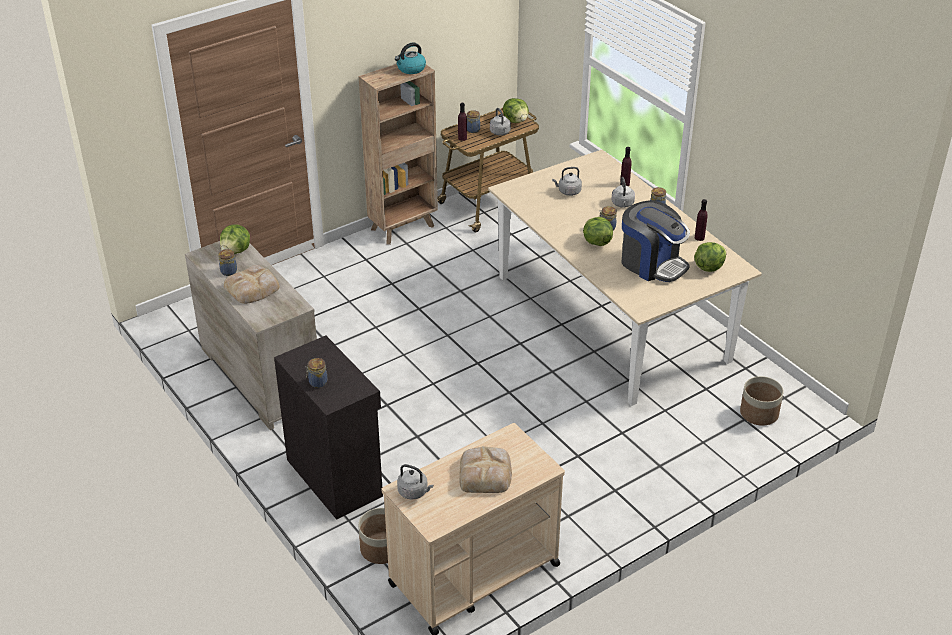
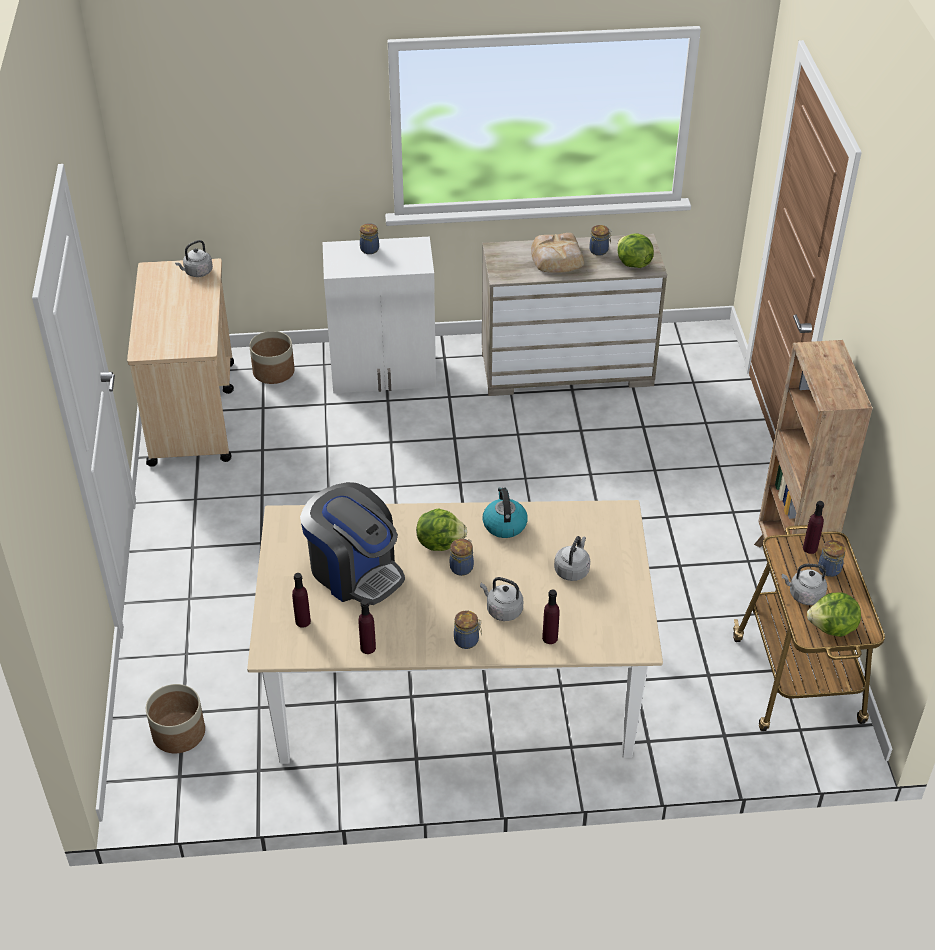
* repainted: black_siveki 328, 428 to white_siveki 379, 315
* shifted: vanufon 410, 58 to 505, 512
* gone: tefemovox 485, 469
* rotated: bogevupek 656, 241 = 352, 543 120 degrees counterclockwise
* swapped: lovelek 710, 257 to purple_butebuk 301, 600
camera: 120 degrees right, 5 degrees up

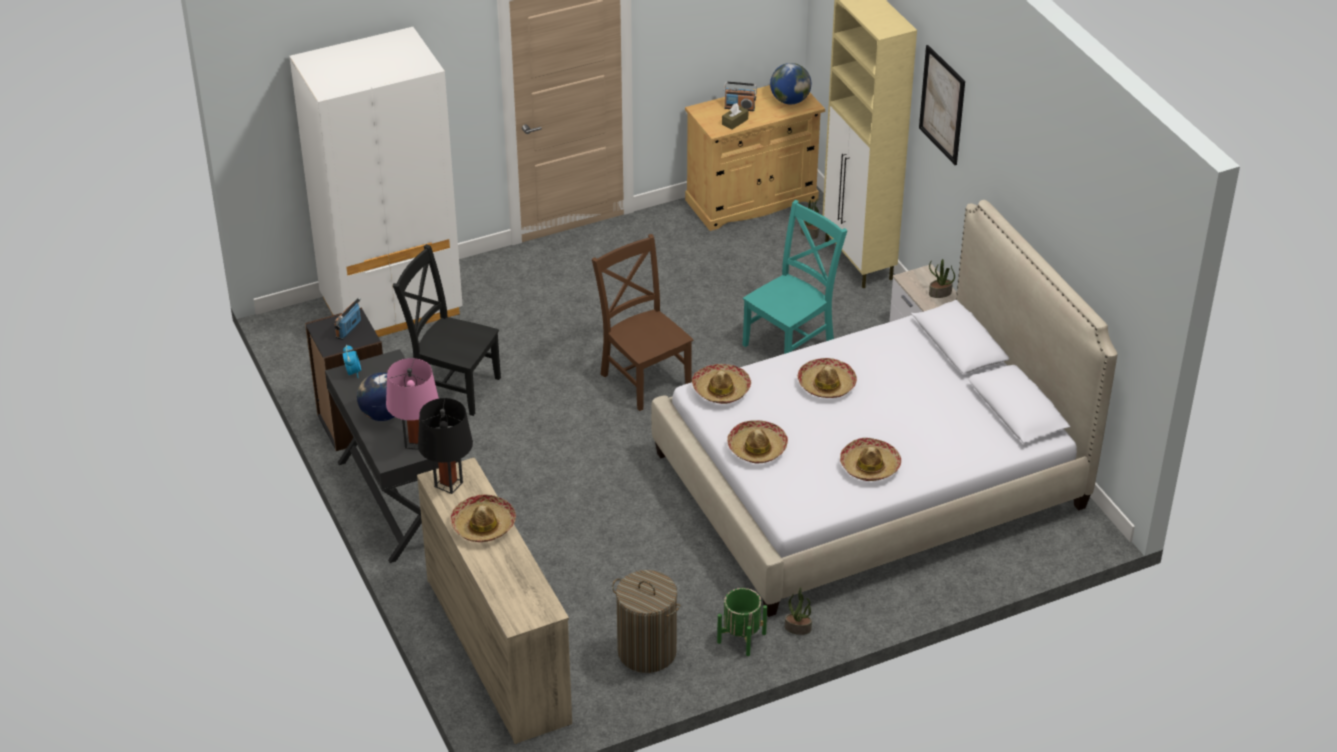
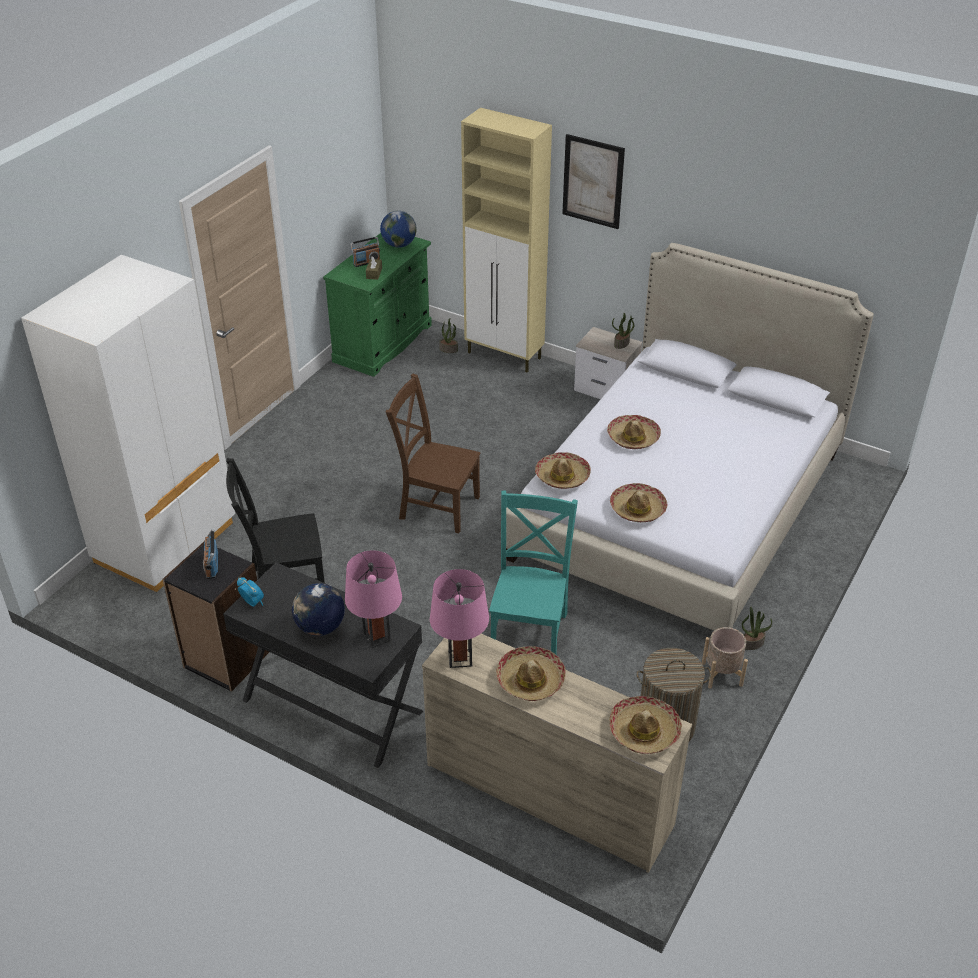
* repainted: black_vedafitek 445, 446 to pink_vedafitek 459, 618
* repainted: beige_siveki 755, 158 to green_siveki 377, 305
* repainted: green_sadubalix 742, 622 to beige_sadubalix 725, 658
* shifted: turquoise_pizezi 795, 277 to 533, 573
* shifted: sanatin 870, 459 to 645, 725
camera: 35 degrees left, 0 degrees up

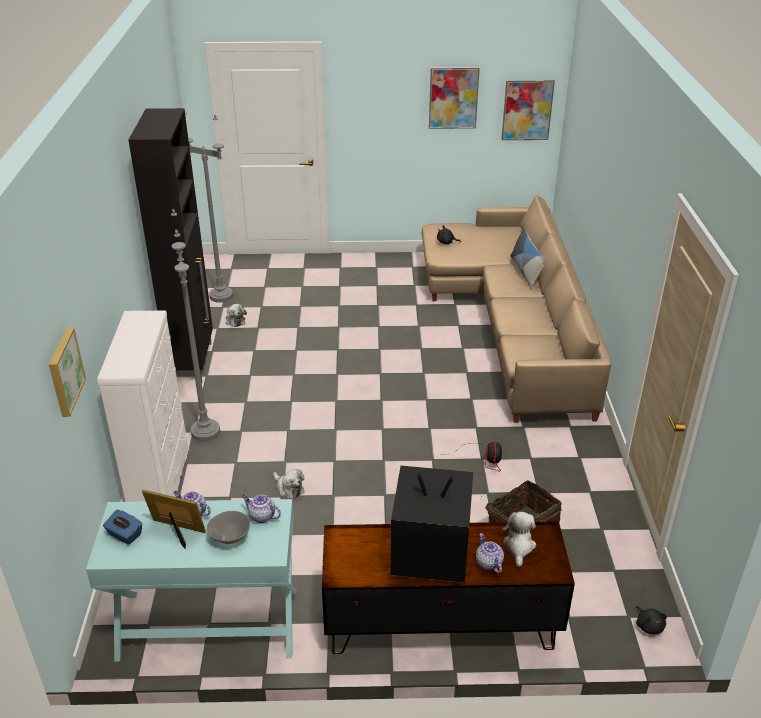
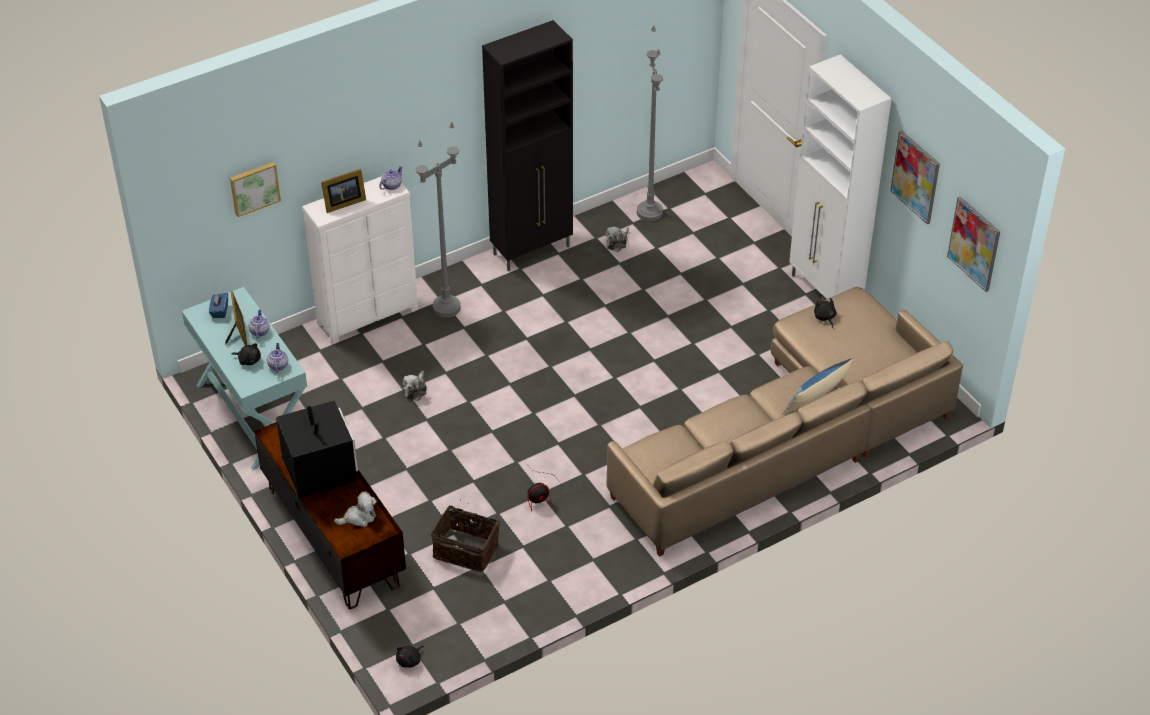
* swapped: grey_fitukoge 228, 527 to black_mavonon 246, 354
* shifted: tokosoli 490, 553 to 391, 178
* new: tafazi 343, 191
* new: white_siveki 840, 176
camera: 60 degrees right, 10 degrees up

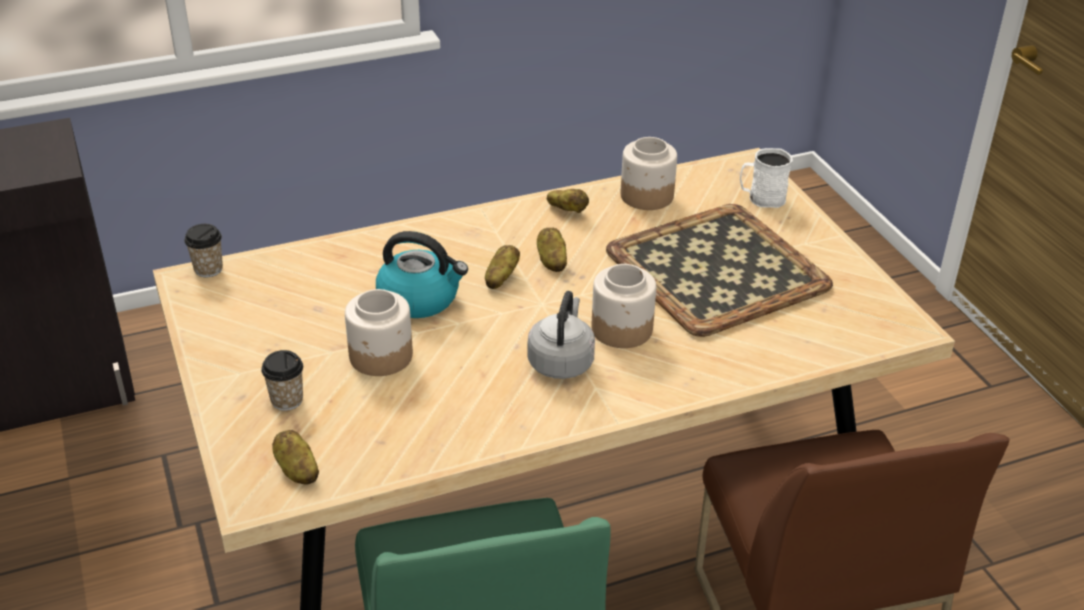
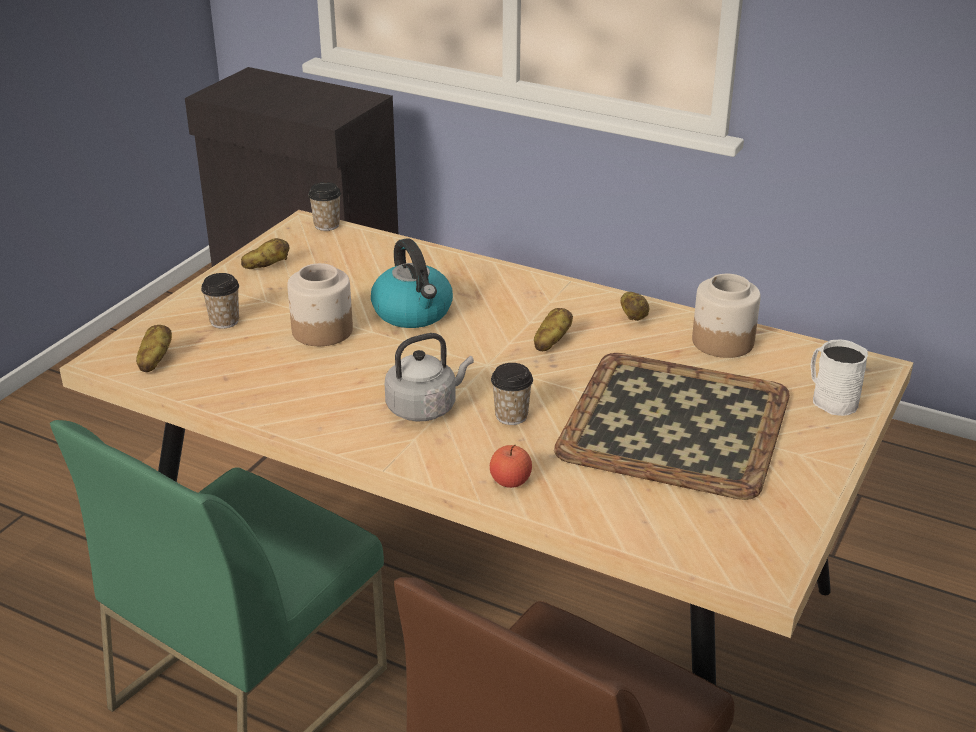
* shifted: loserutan 502, 267 to 265, 253
* swapped: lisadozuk 624, 306 to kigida 512, 394
* new: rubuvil 511, 466
camera: 50 degrees right, 5 degrees down

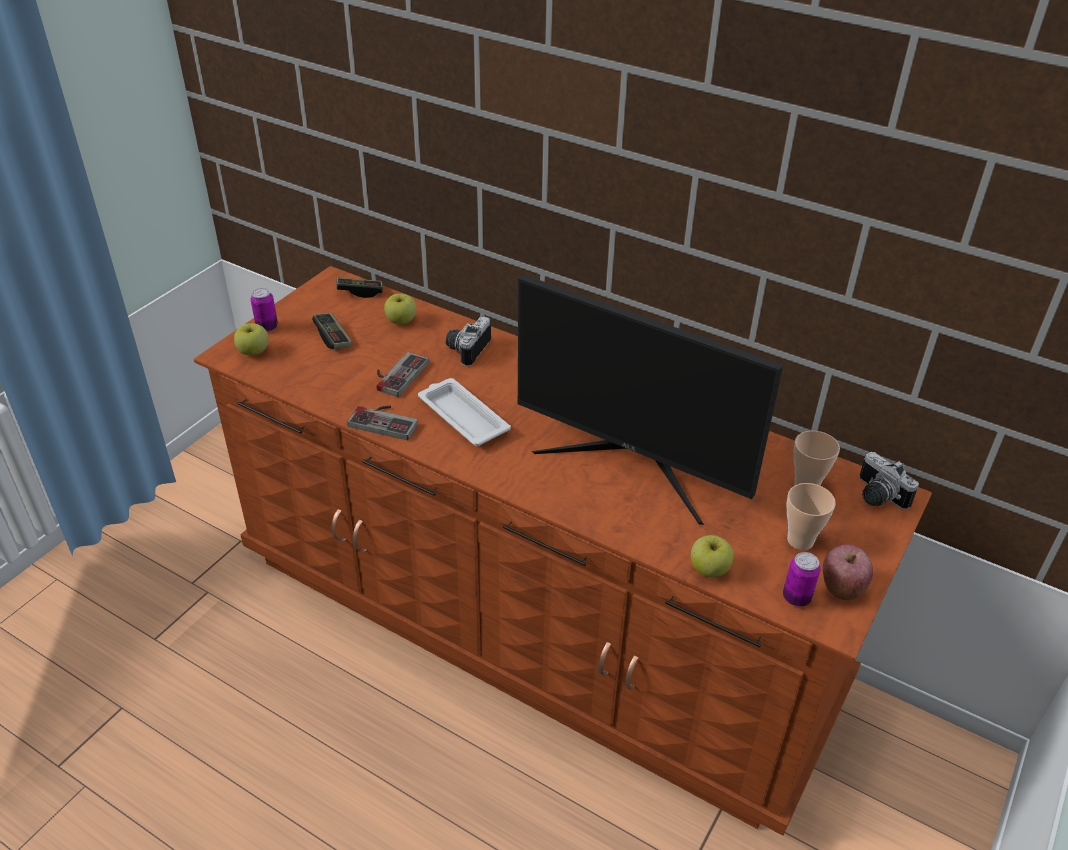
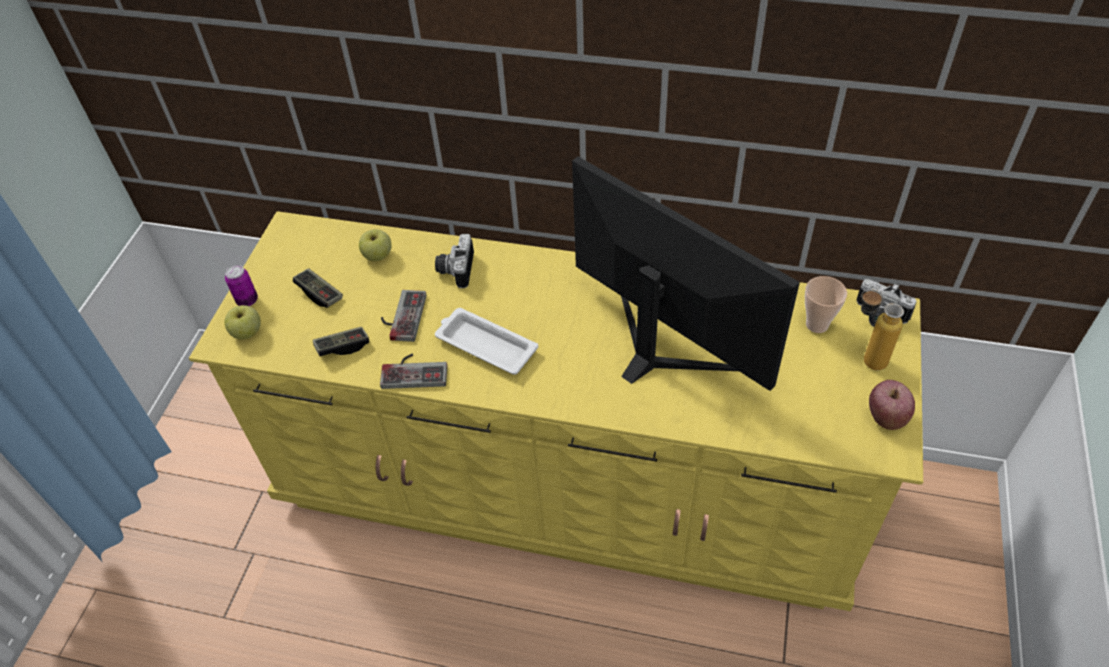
* repainted: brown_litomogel 563, 551 to yellow_litomogel 556, 411
* shifted: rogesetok 359, 287 to 341, 341
* rotated: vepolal 650, 400 = 686, 274 150 degrees counterclockwise
* gone: rubuvil 712, 556
* gone: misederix 802, 579
* gone: kigida 811, 516
* new: butebuk 882, 329
camera: 15 degrees left, 10 degrees up

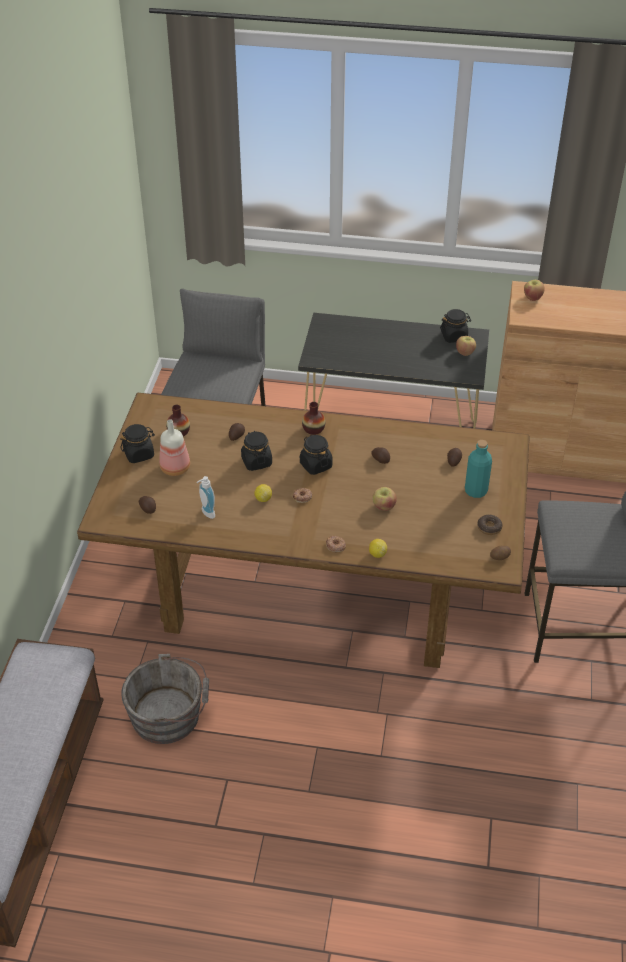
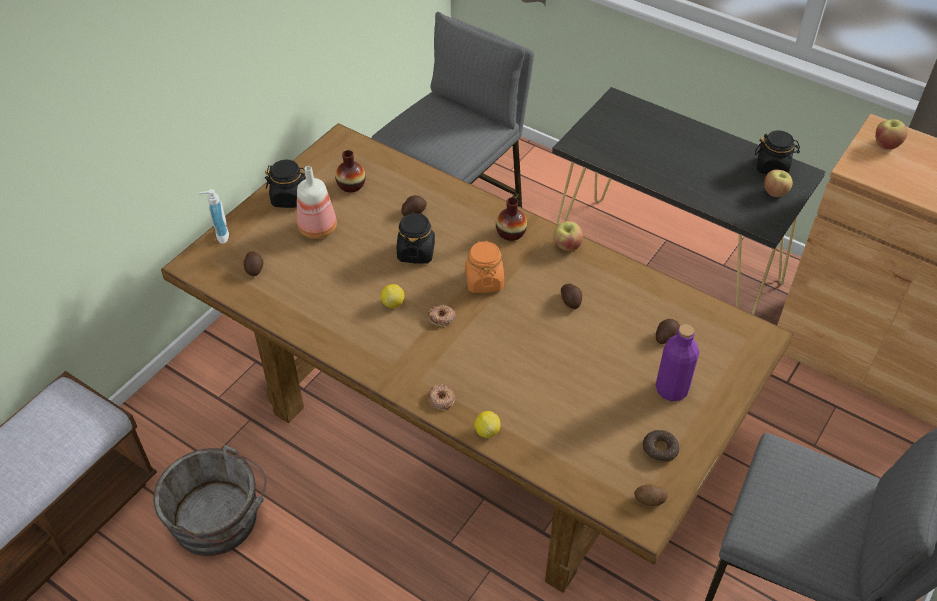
* shifted: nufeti 206, 497 to 213, 216
* repainted: black_lisadozuk 316, 455 to orange_lisadozuk 484, 266
* shifted: rubuvil 385, 499 to 568, 236
* repainted: turquoise_butebuk 478, 469 to purple_butebuk 677, 362
camera: 25 degrees right, 5 degrees up

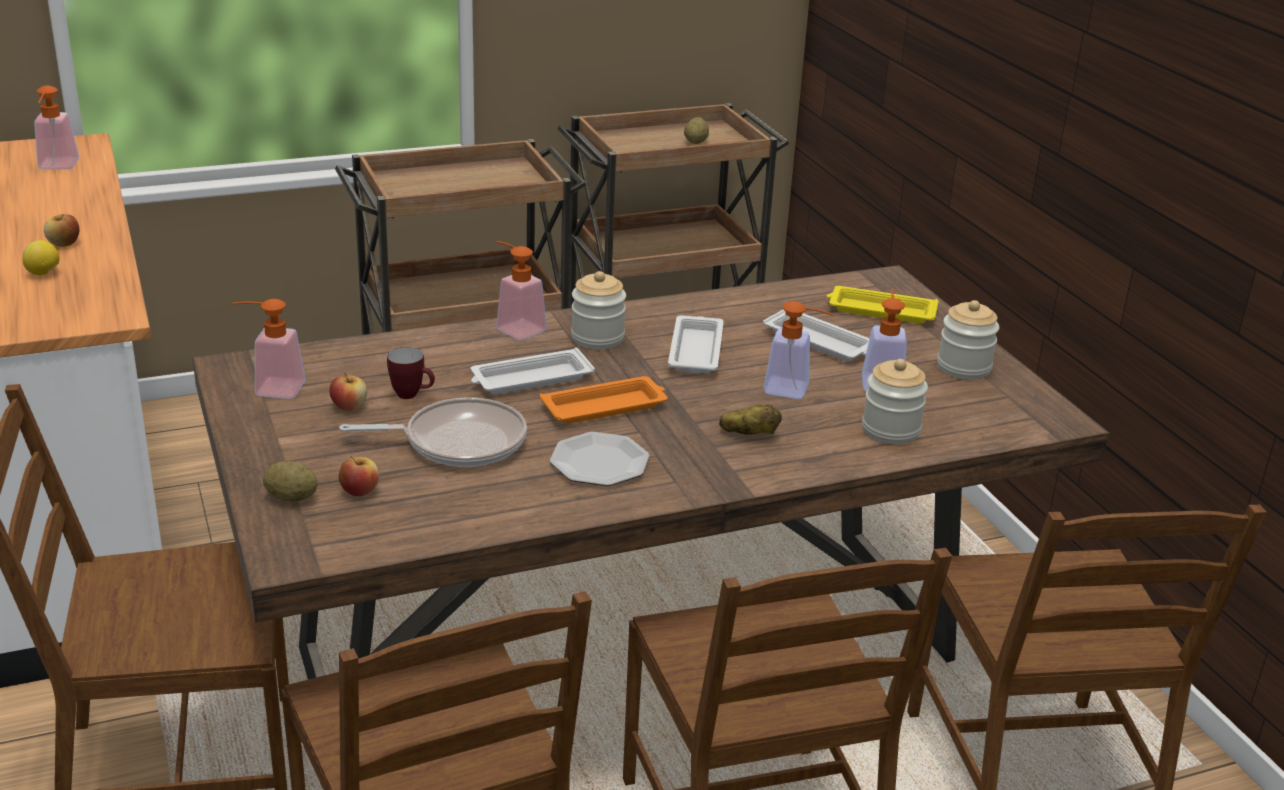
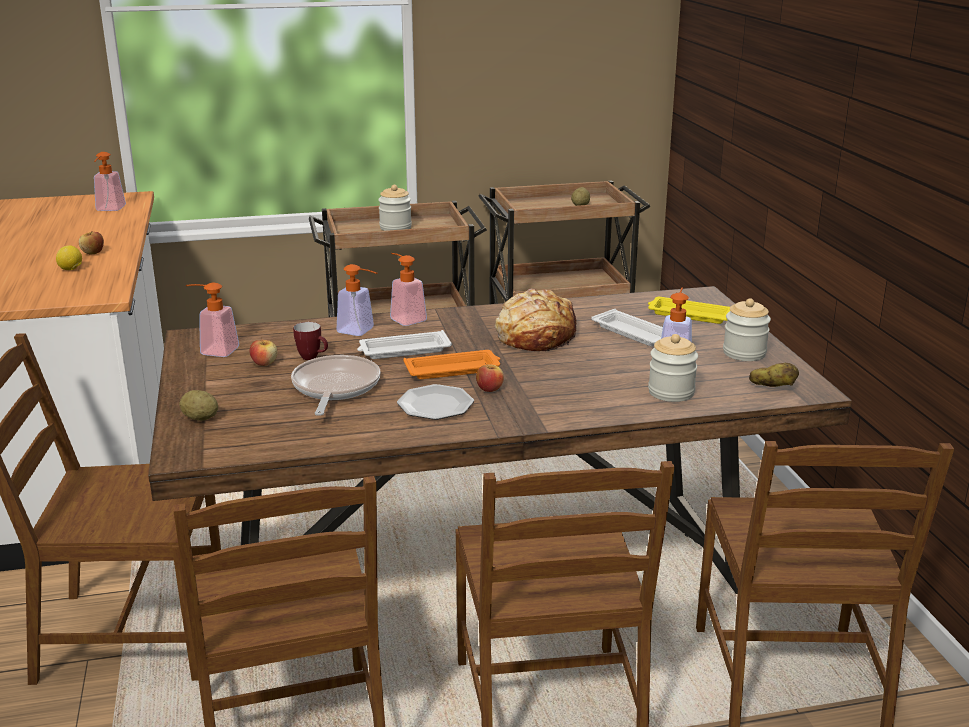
* rotated: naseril 433, 432 = 335, 385 90 degrees counterclockwise
* shifted: rubuvil 359, 476 to 490, 377
* shifted: lisadozuk 598, 310 to 395, 208
* swapped: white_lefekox 696, 344 to tefemovox 536, 320
* shifted: loserutan 750, 419 to 774, 374
* shifted: nufeti 799, 350 to 357, 300
camera: 10 degrees right, 5 degrees down

